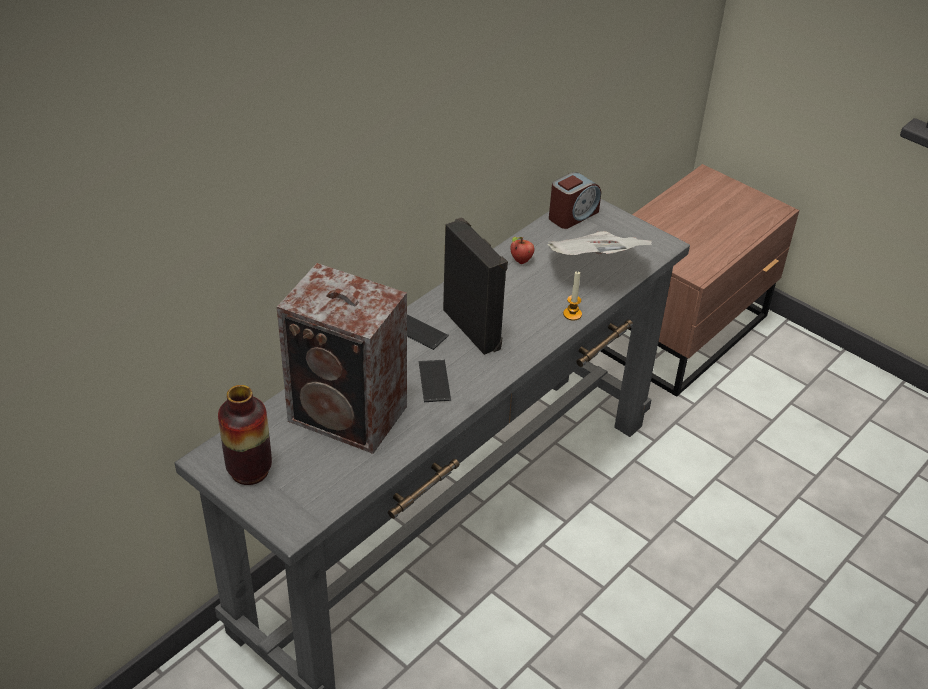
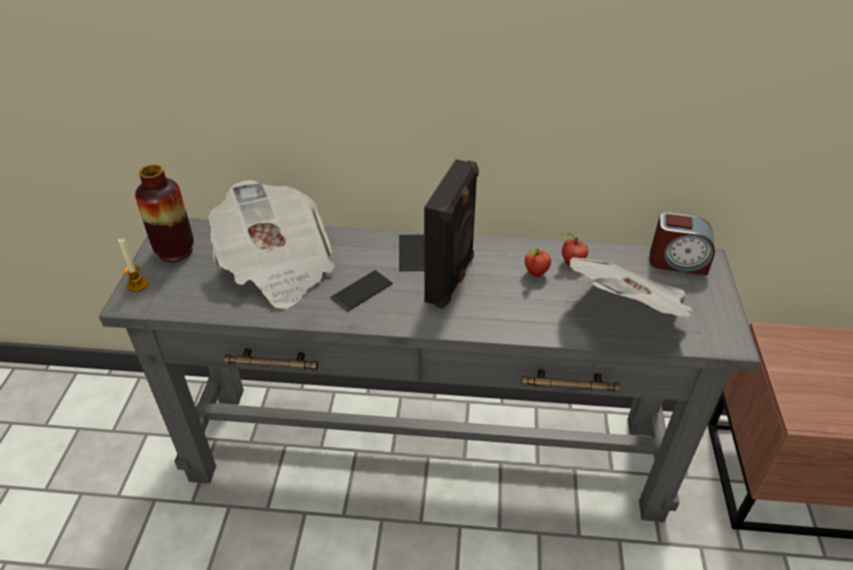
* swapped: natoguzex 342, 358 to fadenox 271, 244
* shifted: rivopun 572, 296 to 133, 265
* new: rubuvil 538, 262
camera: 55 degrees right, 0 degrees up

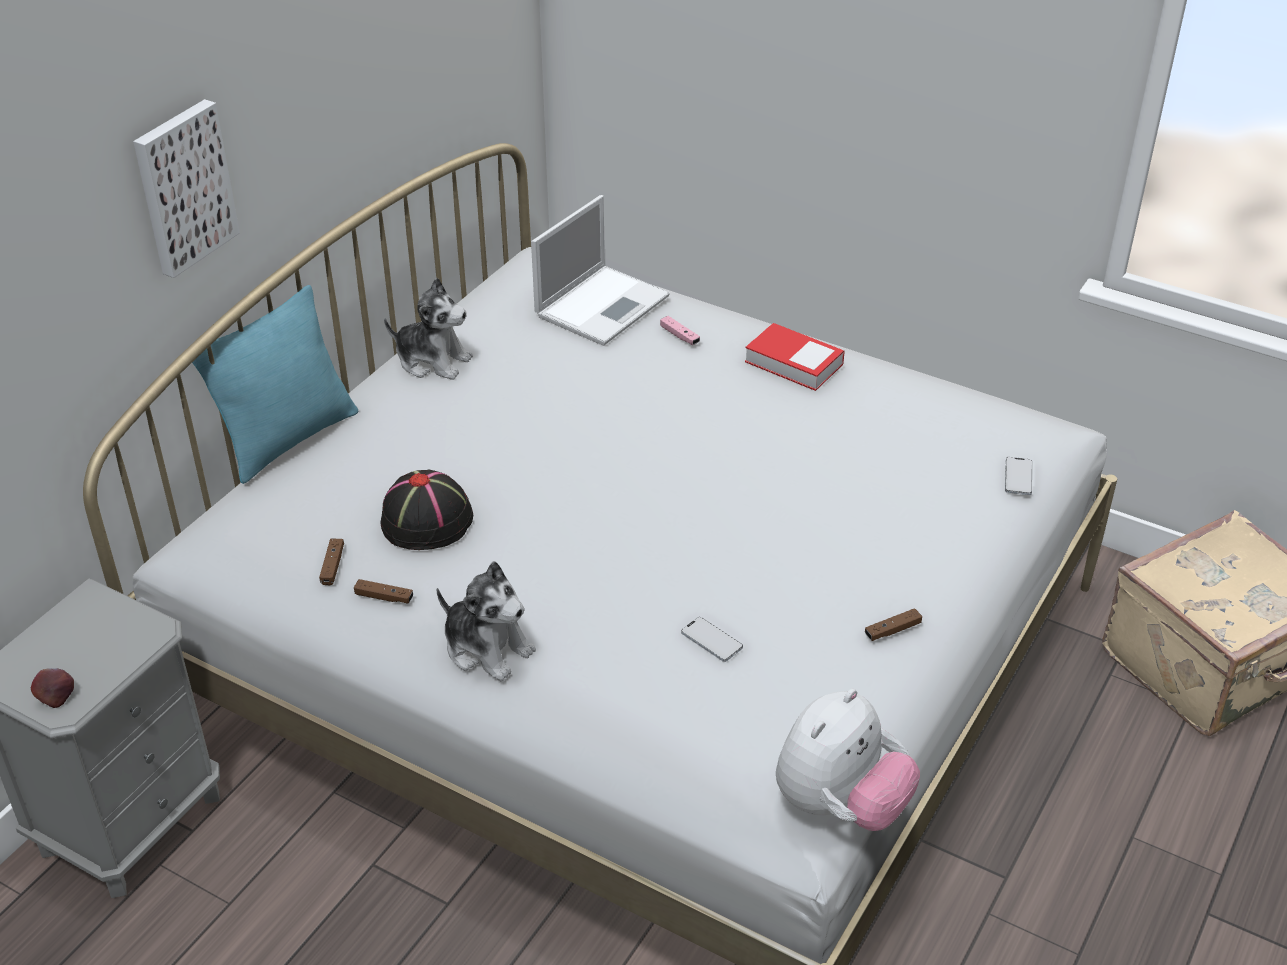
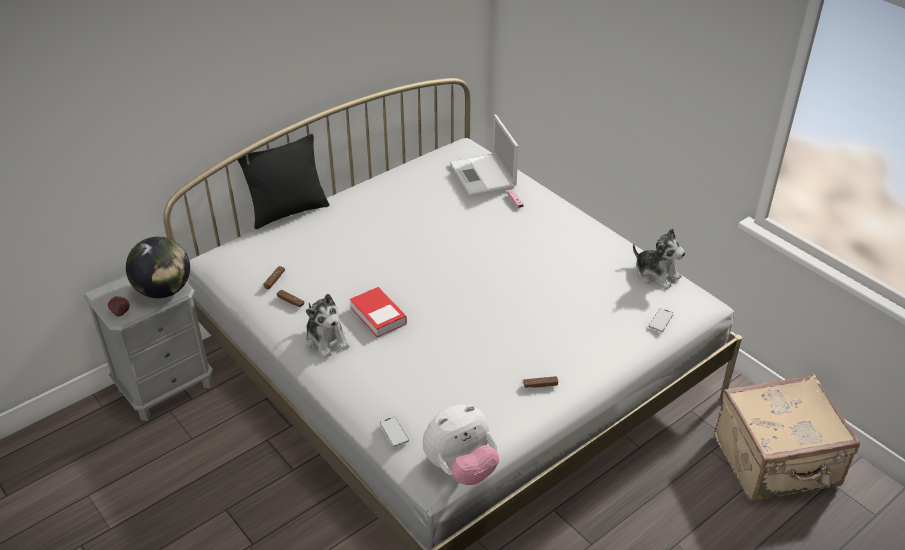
* gone: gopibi 186, 188
* repainted: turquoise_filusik 275, 384 to black_filusik 283, 181
* gone: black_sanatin 427, 509
* shifted: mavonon 428, 328 to 659, 259
* rotated: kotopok 600, 270 = 484, 156 105 degrees clockwise
* shifted: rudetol 712, 639 to 394, 431
* shifted: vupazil 795, 357 to 378, 312
* new: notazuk 158, 267
camera: 20 degrees right, 0 degrees up

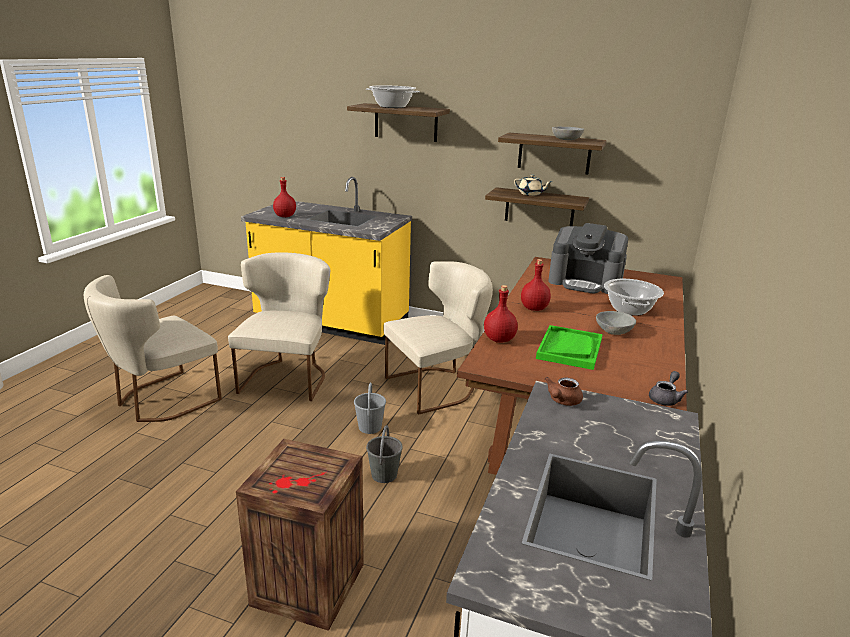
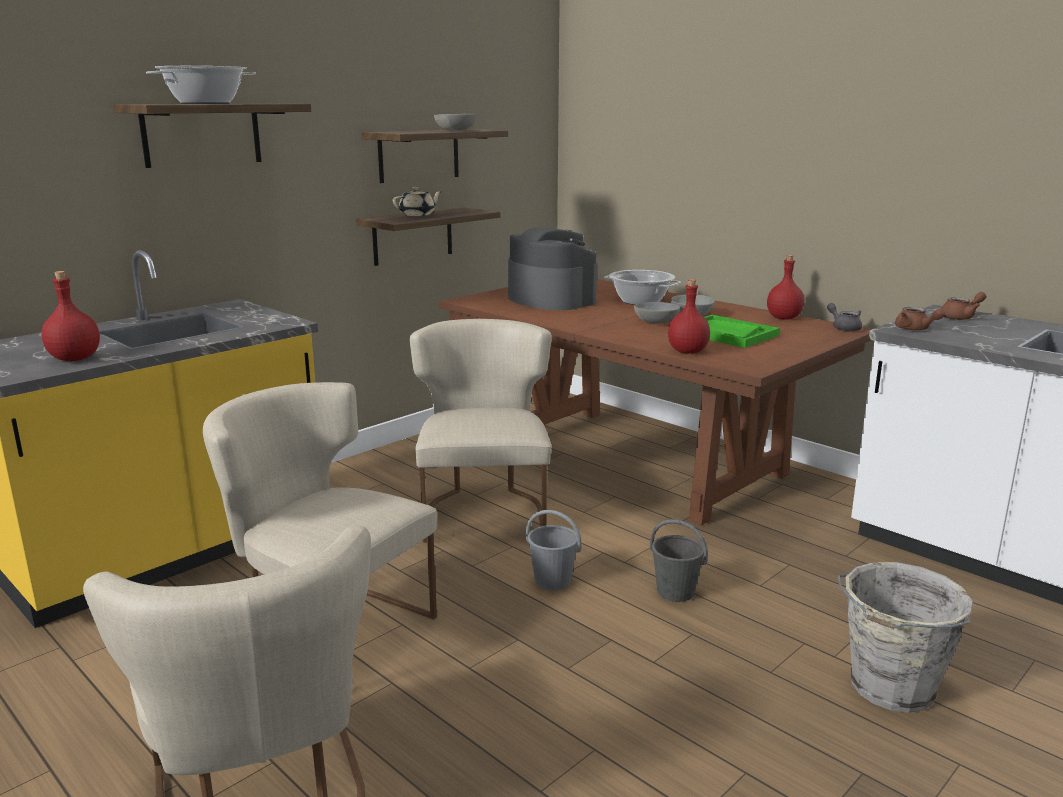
* swapped: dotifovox 300, 535 to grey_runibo 905, 637
* shifted: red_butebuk 536, 285 to 786, 287
* rotated: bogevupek 588, 258 = 552, 268 90 degrees counterclockwise
* new: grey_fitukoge 657, 313
* new: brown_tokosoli 963, 306
camera: 65 degrees left, 5 degrees down

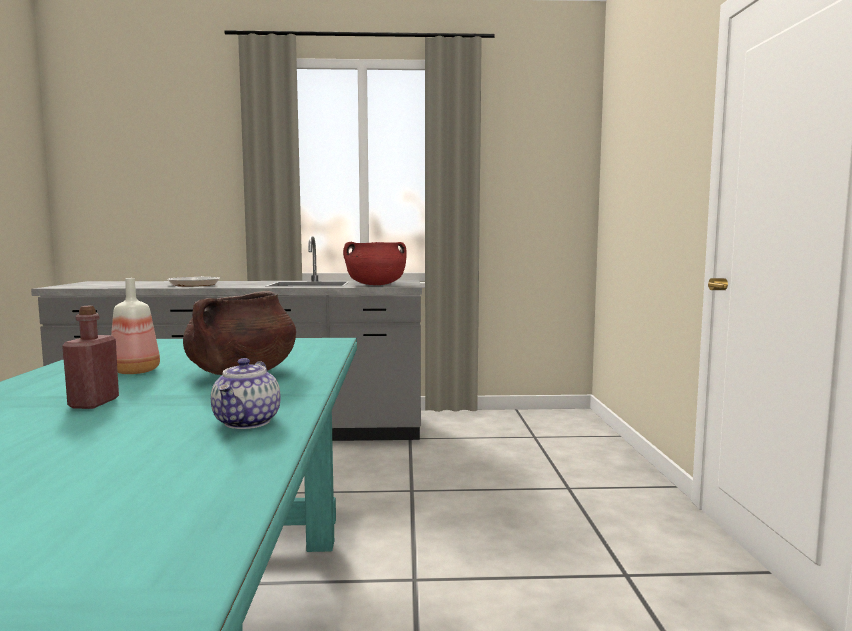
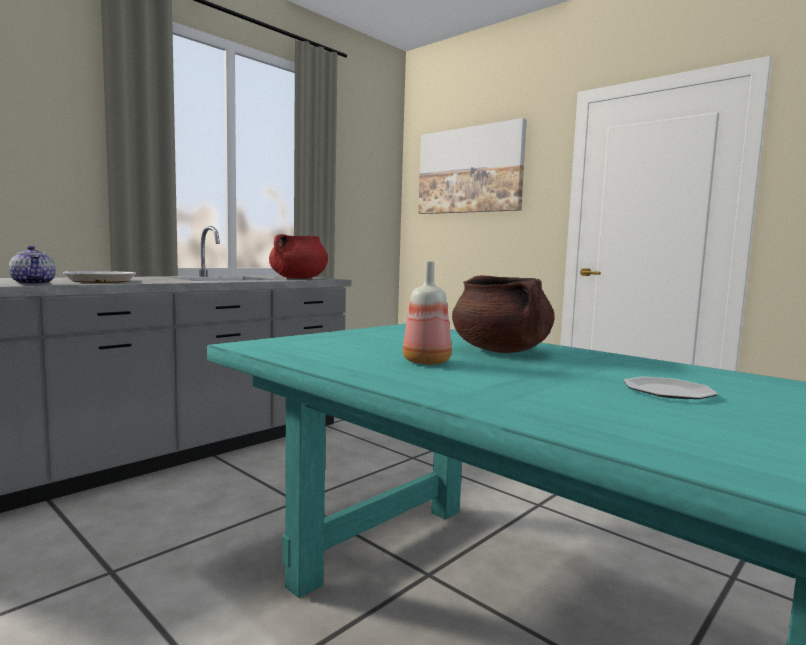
* gone: red_butebuk 90, 357
* shifted: tokosoli 245, 393 to 32, 265
* new: gopibi 472, 166
* new: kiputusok 670, 387
camera: 45 degrees left, 0 degrees up

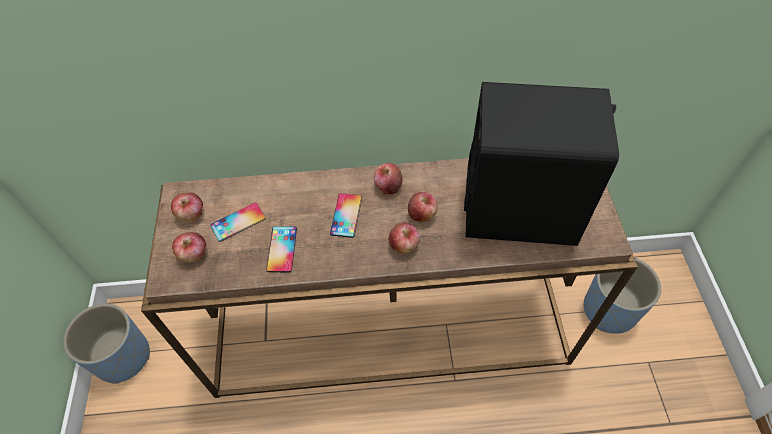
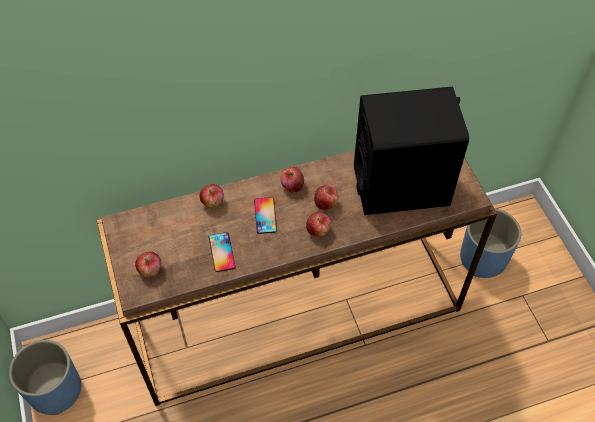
* shifted: rubuvil 187, 207 to 211, 196
* gone: rudetol 238, 222
camera: 15 degrees left, 0 degrees up

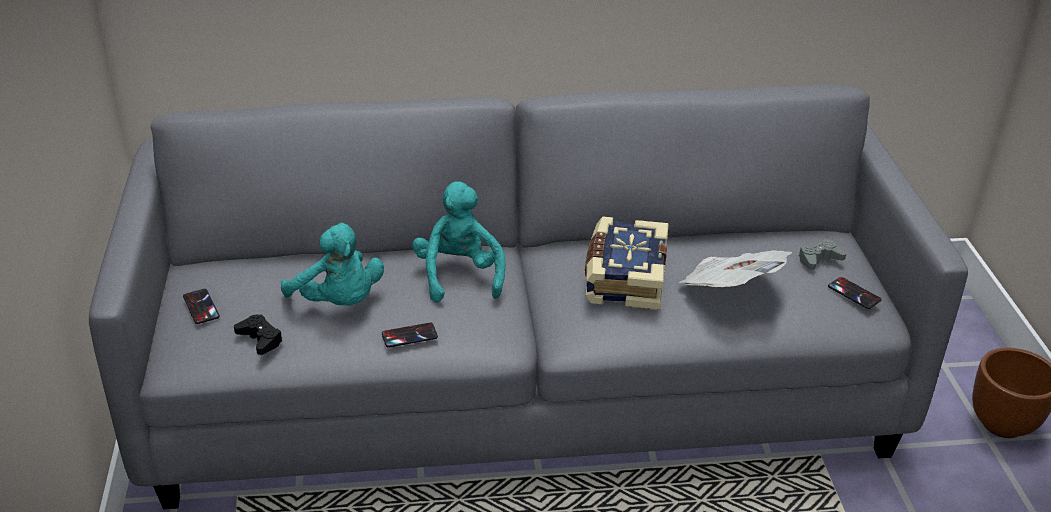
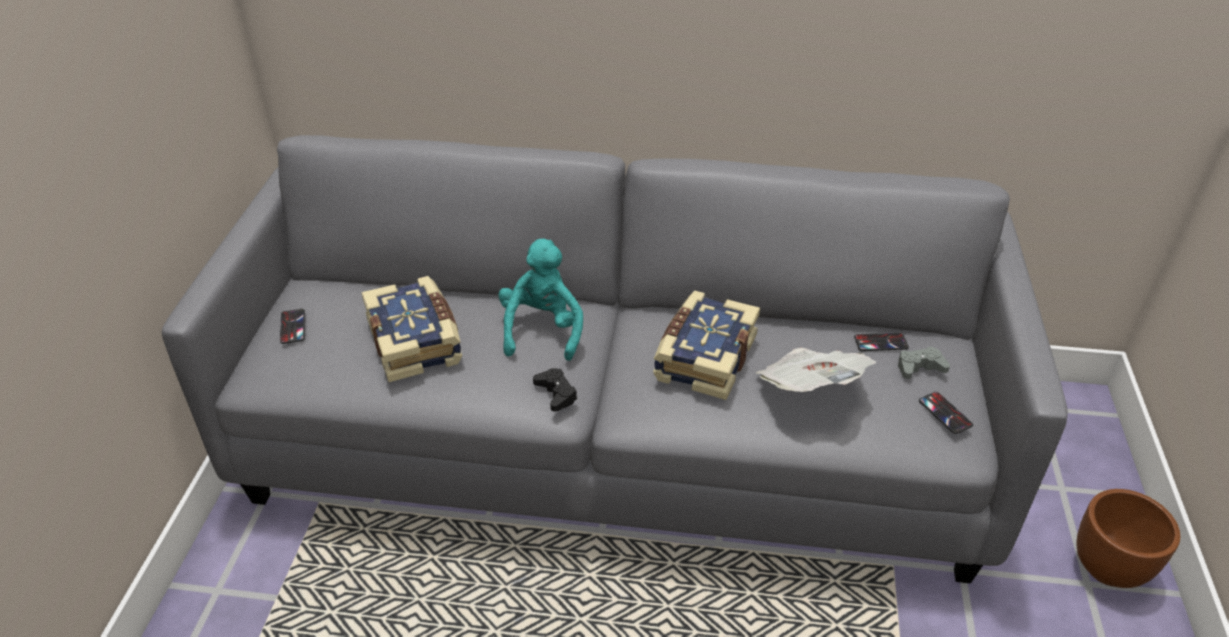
* shifted: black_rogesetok 258, 334 to 555, 390
* swapped: turquoise_mavonon 332, 264 to vupazil 412, 329
* shifted: rudetol 410, 335 to 881, 342
camera: 15 degrees right, 5 degrees up

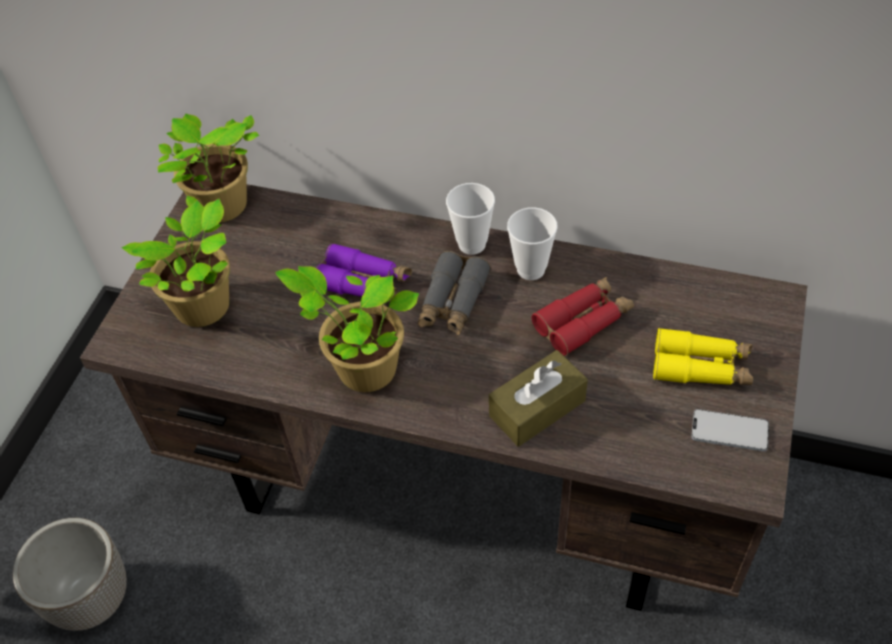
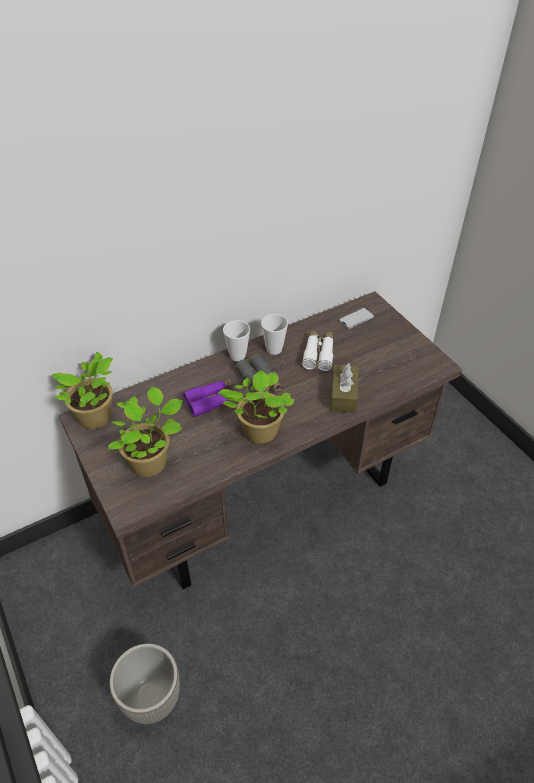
* repainted: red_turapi 582, 316 to white_turapi 317, 350
* gone: yellow_turapi 703, 356
* shifted: rudetol 730, 430 to 356, 318
camera: 50 degrees left, 5 degrees down

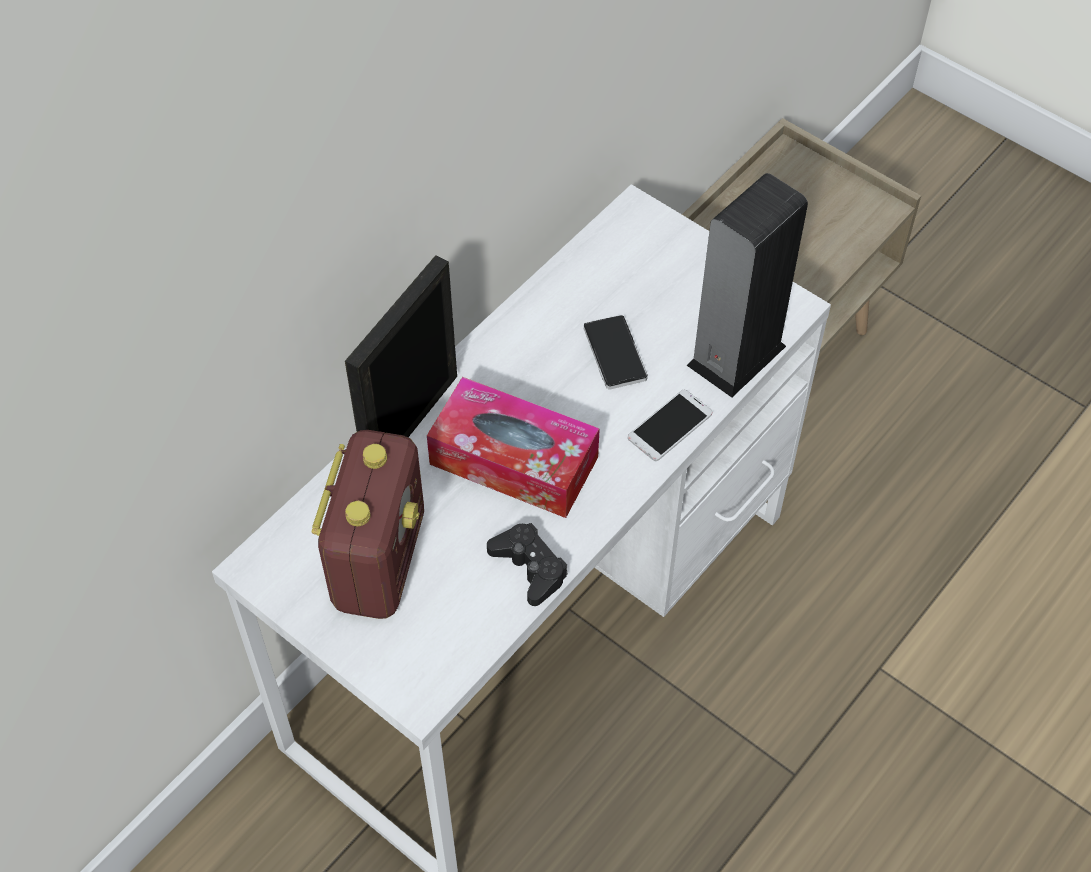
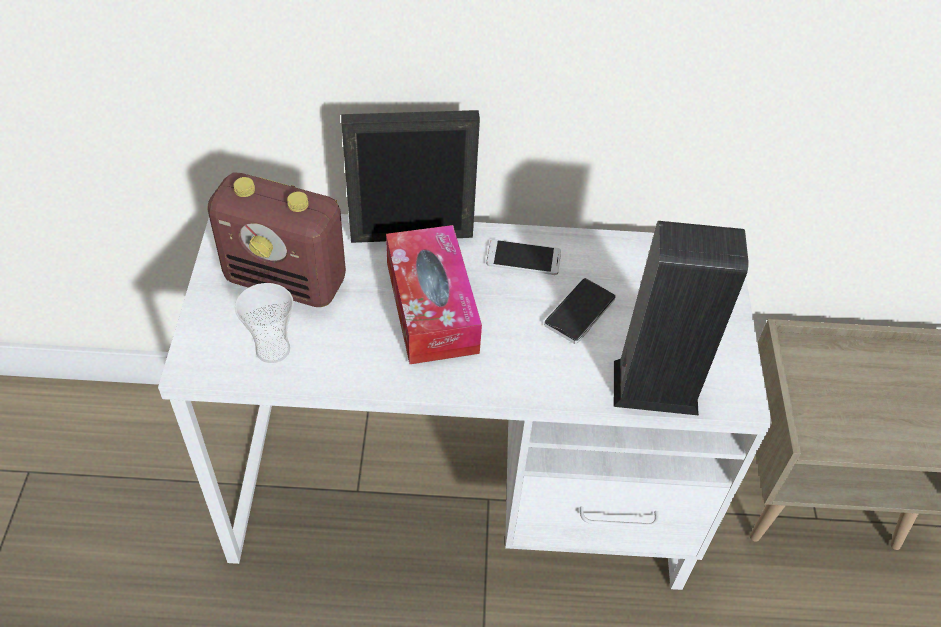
* rotated: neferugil 368, 524 = 276, 240 45 degrees clockwise
* gone: black_rogesetok 527, 564
* shifted: rudetol 670, 425 to 523, 257
* new: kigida 264, 323
camera: 50 degrees right, 5 degrees down

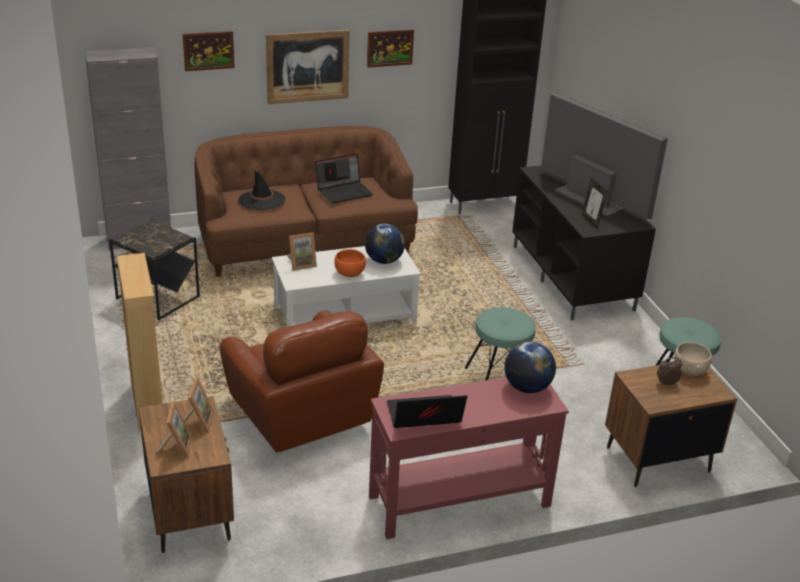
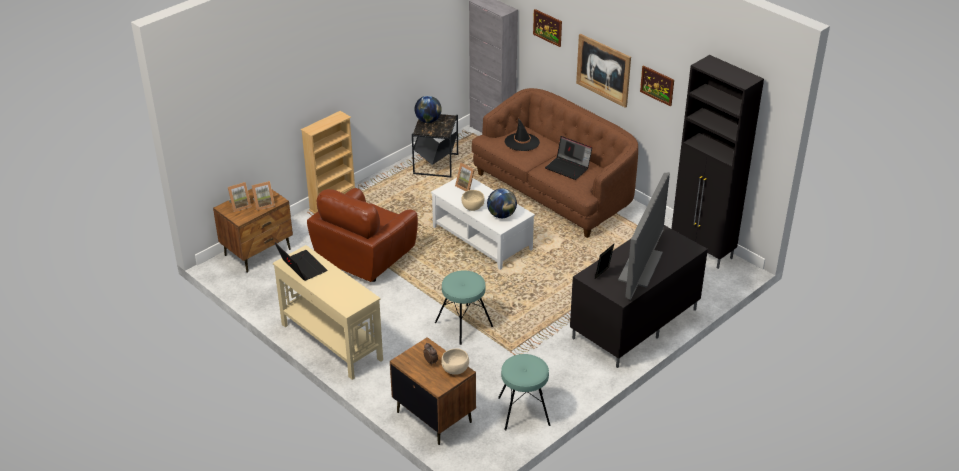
* repainted: orange_fitukoge 350, 263 to beige_fitukoge 472, 200
* repainted: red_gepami 469, 458 to beige_gepami 328, 312
* shifted: notazuk 530, 367 to 428, 109
camera: 65 degrees right, 5 degrees up

